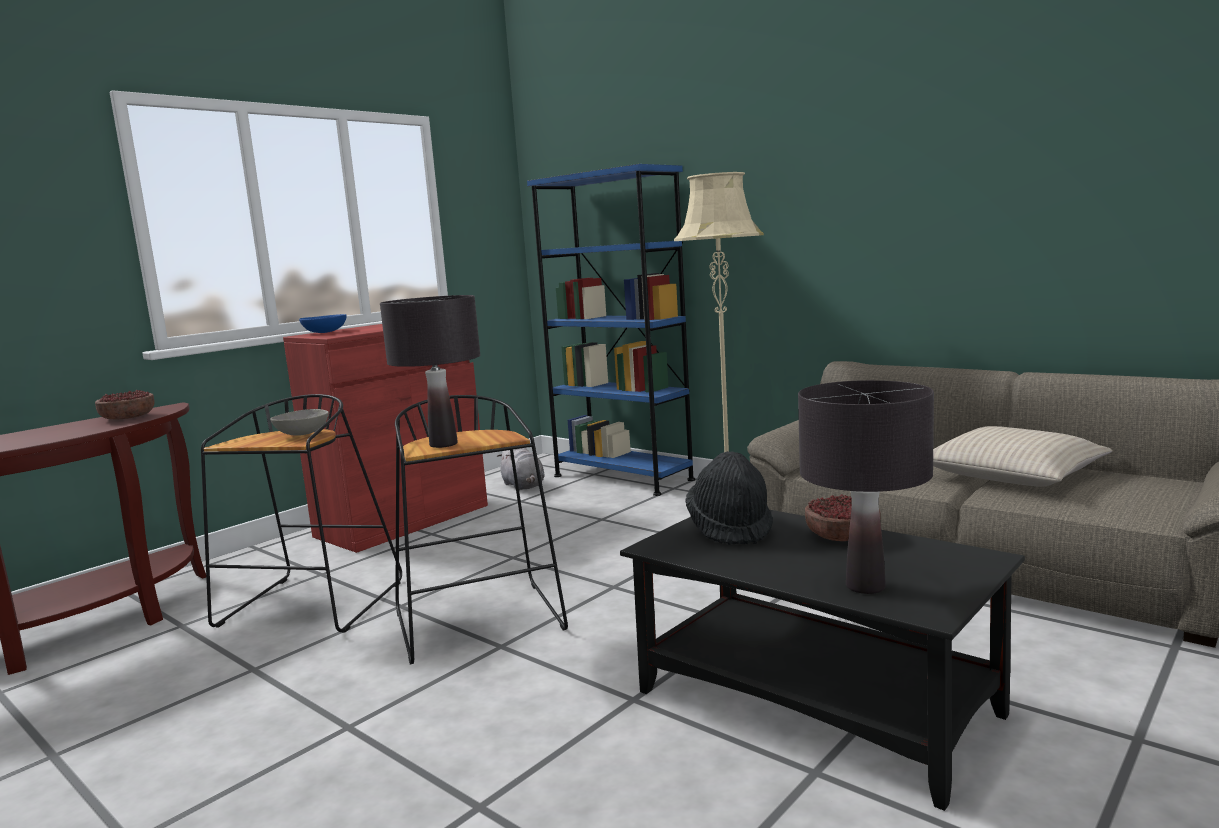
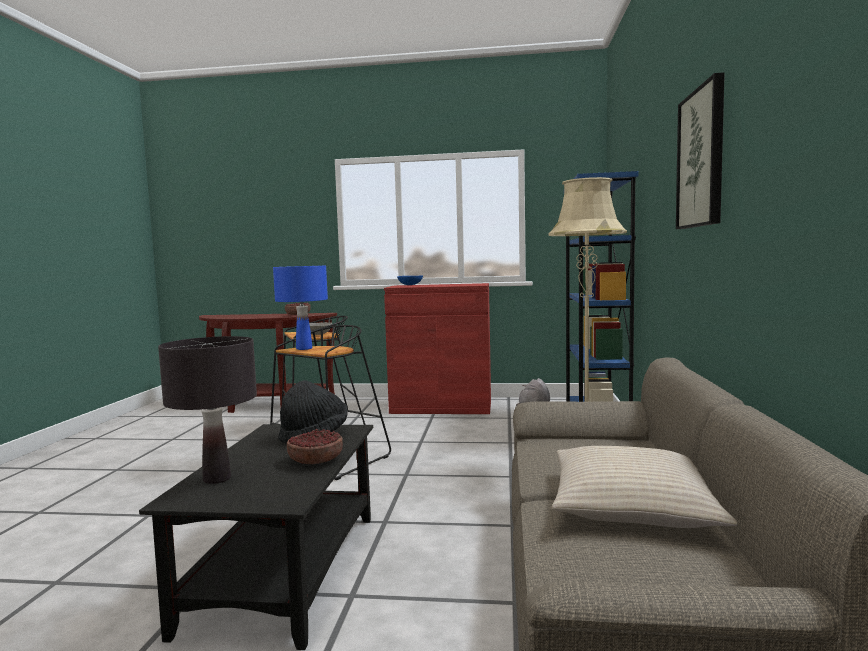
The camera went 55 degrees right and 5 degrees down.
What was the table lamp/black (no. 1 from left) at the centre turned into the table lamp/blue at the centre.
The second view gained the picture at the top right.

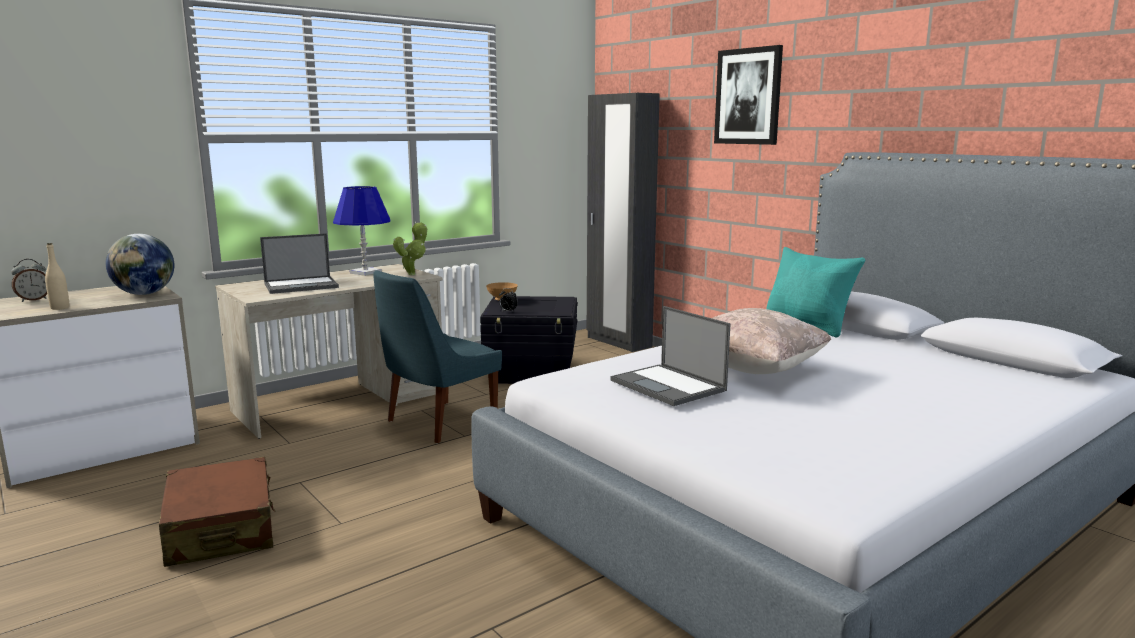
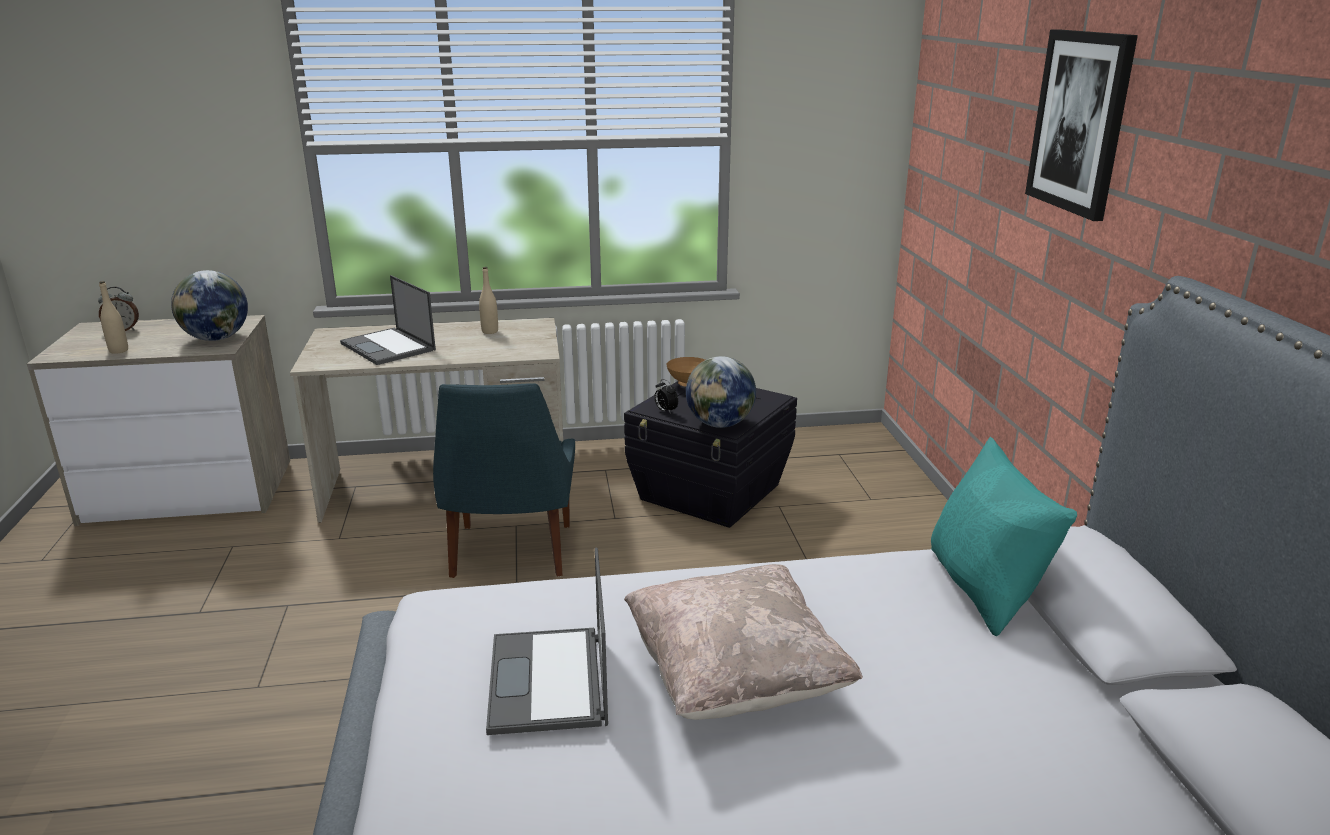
The camera went 30 degrees right and 10 degrees up.
The second view lost the suitcase/brown at the bottom left.
The laptop (no. 1 from left) at the middle left ended up facing another way, 45 degrees clockwise from before.
Where the table lamp/blue stood at the middle left, the bottle/beige (no. 2 from left) came to stand at the centre.
The chair/blue at the centre ended up facing another way, 75 degrees counterclockwise from before.
The second view lost the potted plant at the centre.
The second view lost the wardrobe/black at the centre.
The second view gained the globe (no. 2 from left) at the centre.

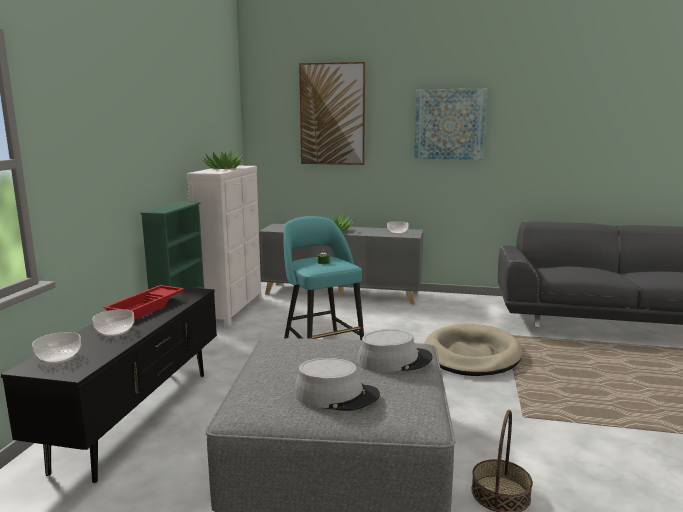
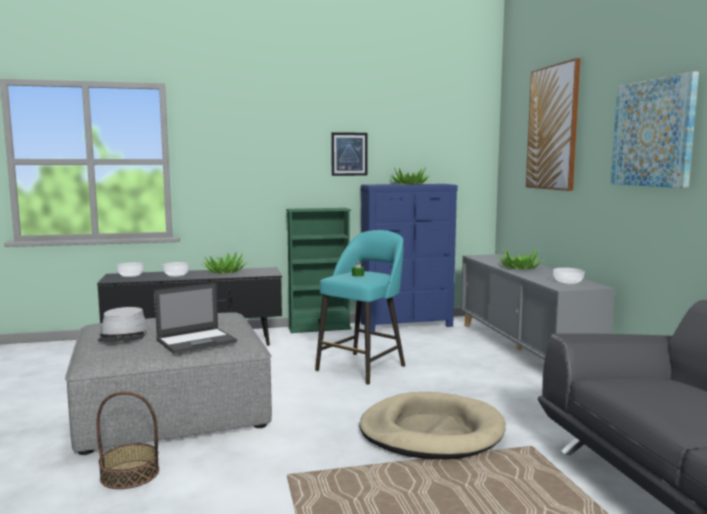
The camera went 65 degrees right and 5 degrees down.
Where the tray/red stood at the middle left, the potted plant (no. 1 from left) came to stand at the middle left.
What was the dresser/white at the middle left turned into the dresser/blue at the centre.
Where the hat/grey (no. 2 from left) stood at the bottom centre, the laptop came to stand at the middle left.
The second view gained the picture (no. 1 from left) at the top centre.

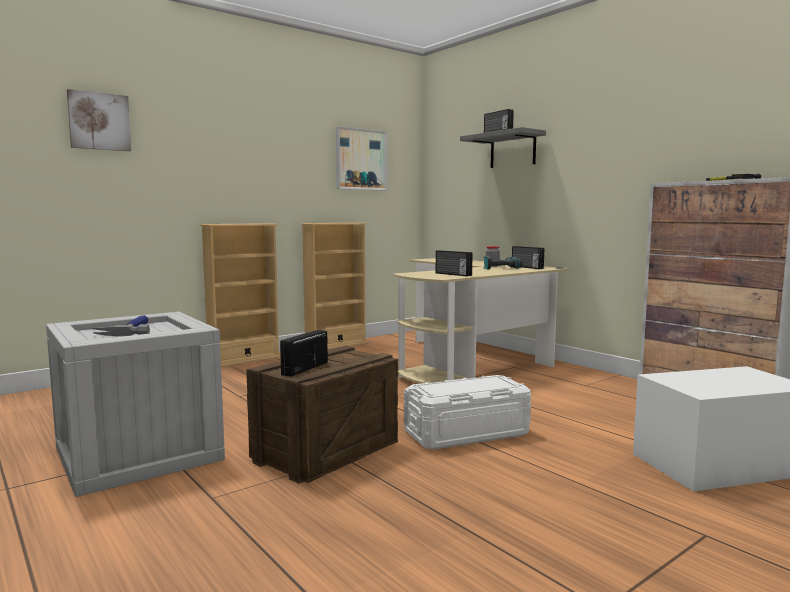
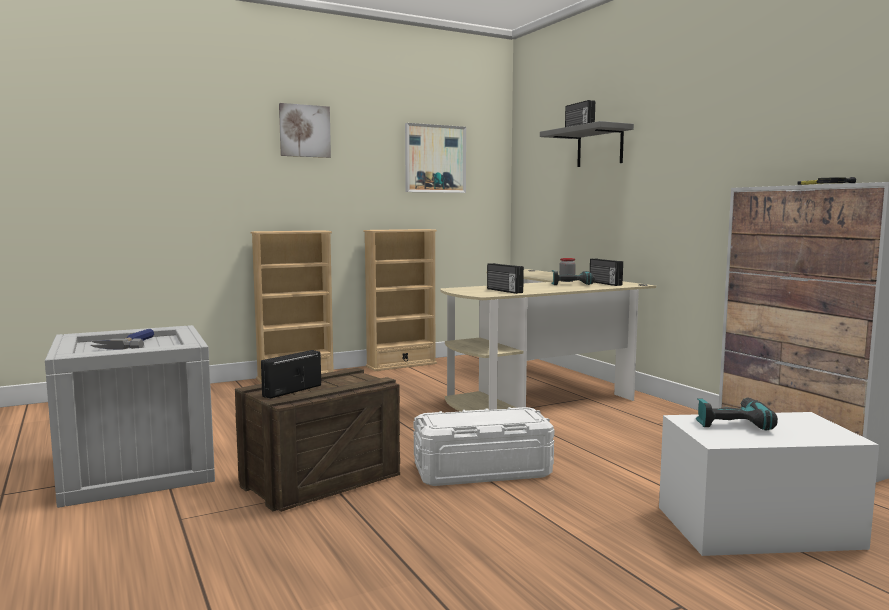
The camera went 10 degrees right and 0 degrees up.
The picture (no. 1 from left) ended up elsewhere, having gone from the top left to the top centre.
The second view gained the power drill (no. 2 from left) at the bottom right.

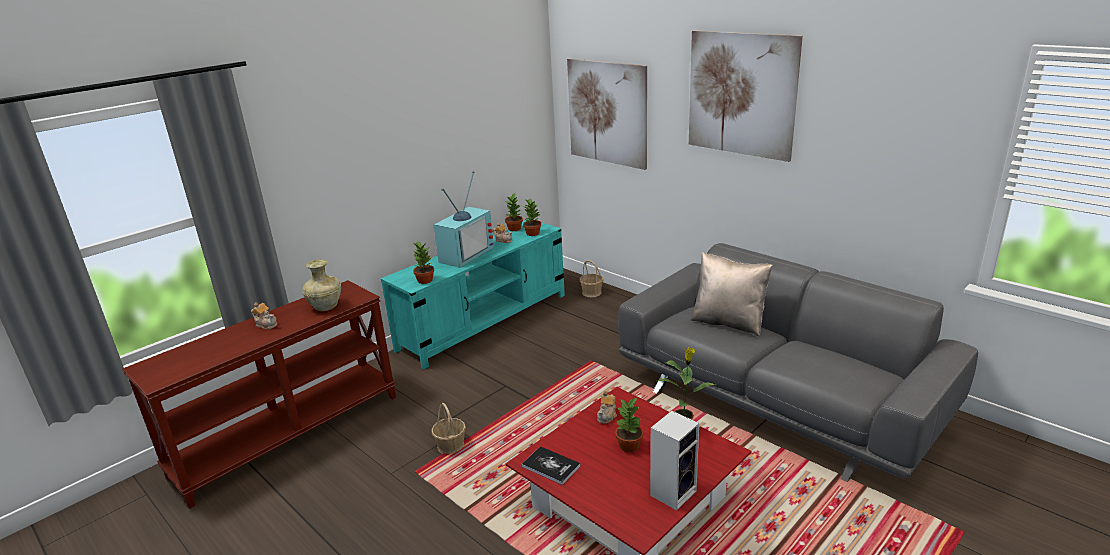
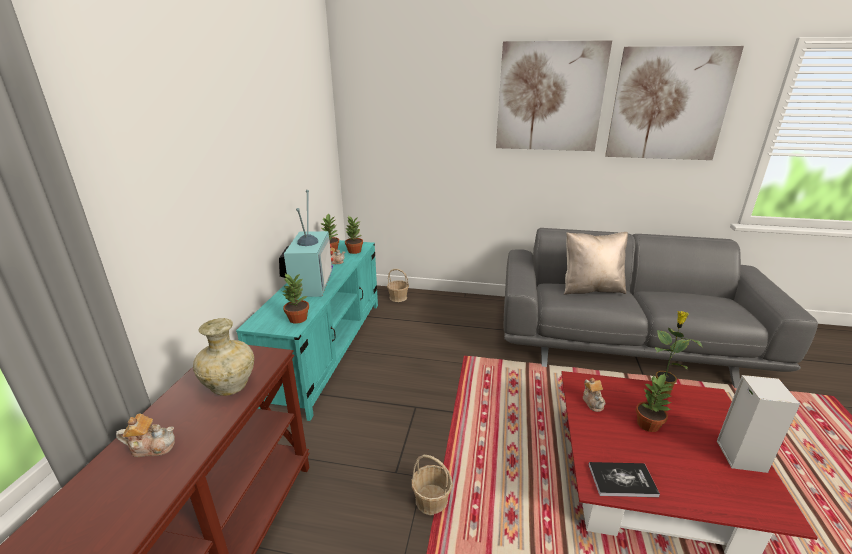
The camera went 35 degrees left and 0 degrees up.
The picture (no. 1 from left in the first image) ended up elsewhere, having gone from the top centre to the top right.

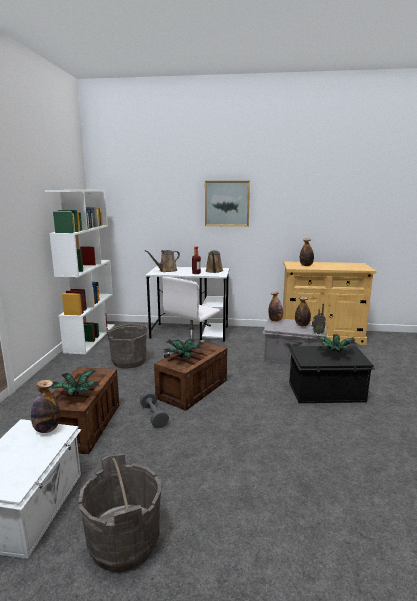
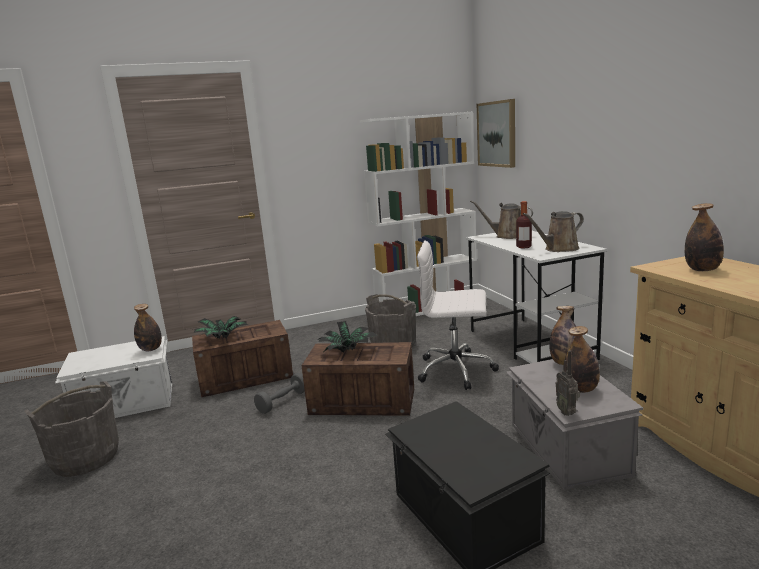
The camera went 65 degrees right and 0 degrees up.
The picture ended up elsewhere, having gone from the centre to the top centre.
The second view lost the potted plant (no. 3 from left) at the middle right.

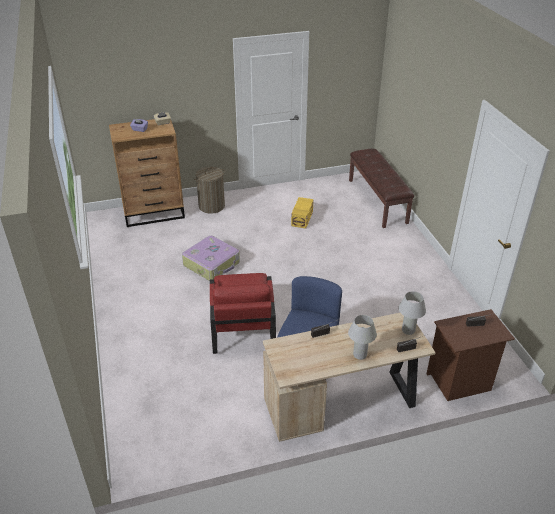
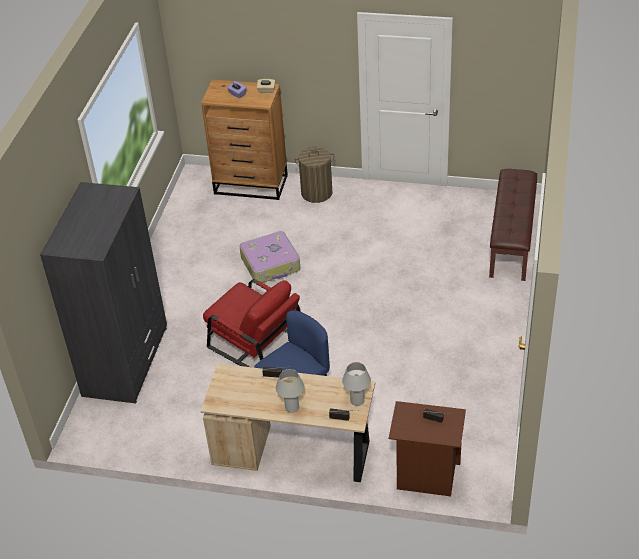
The camera went 30 degrees right and 5 degrees up.
The armchair/red at the centre ended up facing another way, 75 degrees counterclockwise from before.
The second view lost the storage box/yellow at the centre.
The second view gained the wardrobe/grey at the middle left.

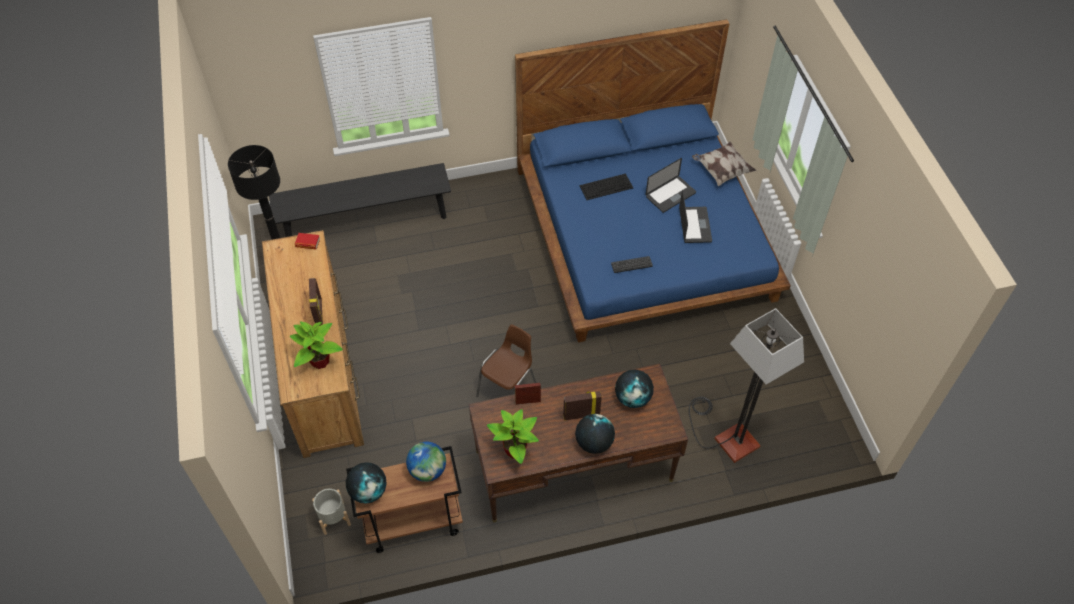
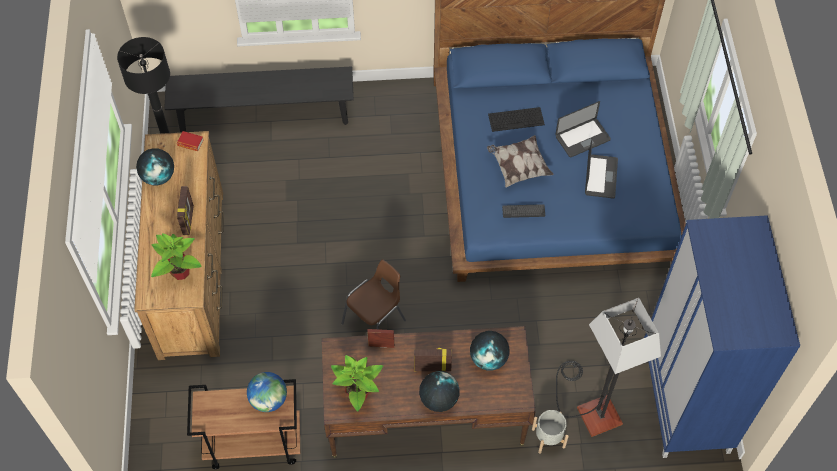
The camera went 10 degrees right and 5 degrees up.
The planter/grey ended up elsewhere, having gone from the bottom left to the bottom centre.
The globe (no. 1 from left) ended up elsewhere, having gone from the bottom centre to the middle left.
The pillow ended up elsewhere, having gone from the top right to the centre.
The second view gained the wardrobe/blue at the bottom right.

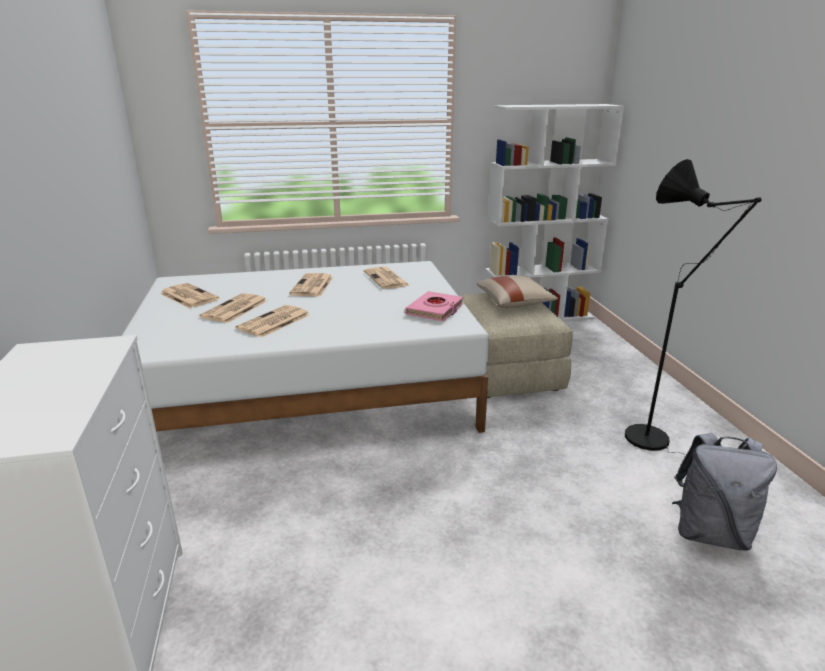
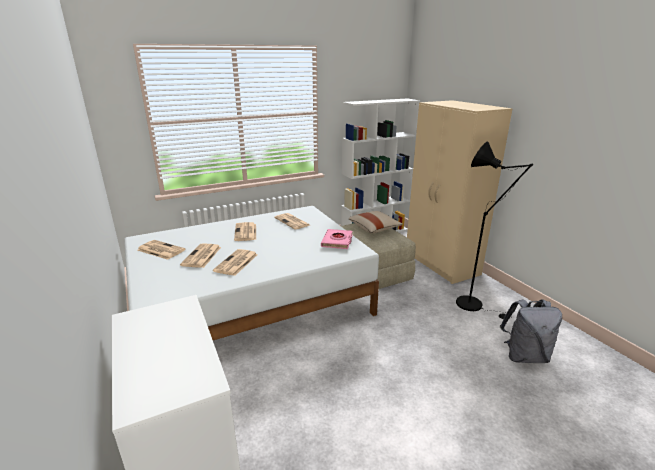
The camera went 15 degrees left and 0 degrees up.
The second view gained the wardrobe/beige at the middle right.

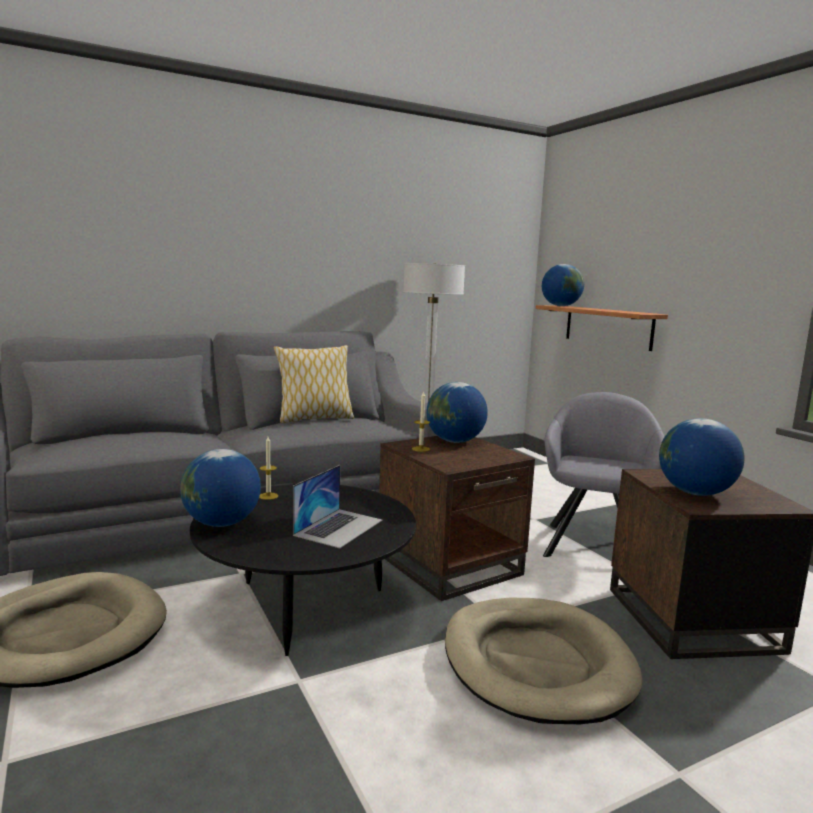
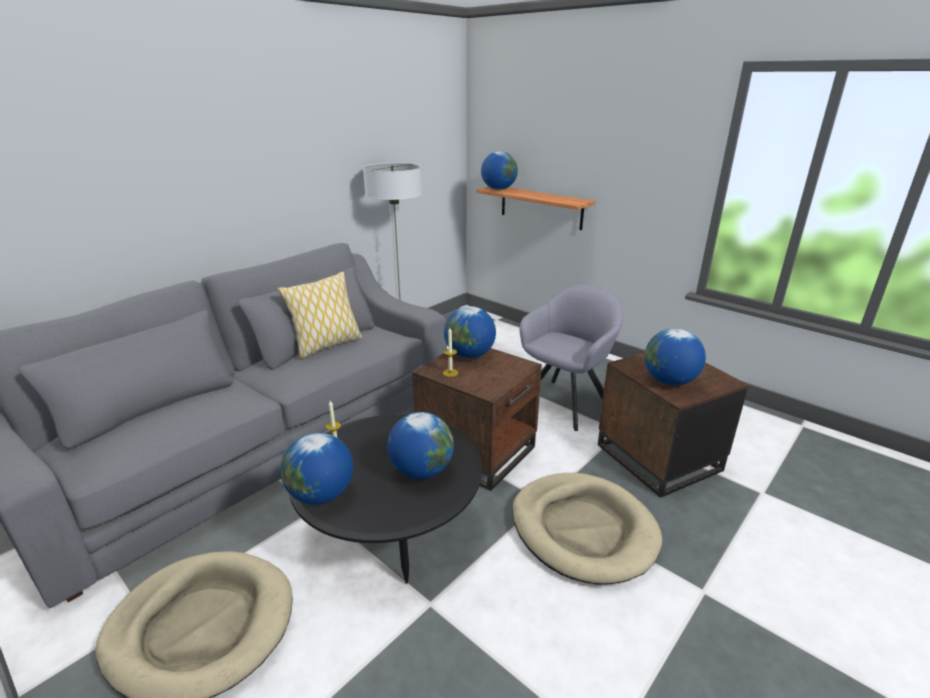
The camera went 20 degrees left and 15 degrees up.
Where the laptop stood at the centre, the globe (no. 2 from left) came to stand at the centre.
The armchair/grey at the middle right ended up facing another way, 45 degrees clockwise from before.

